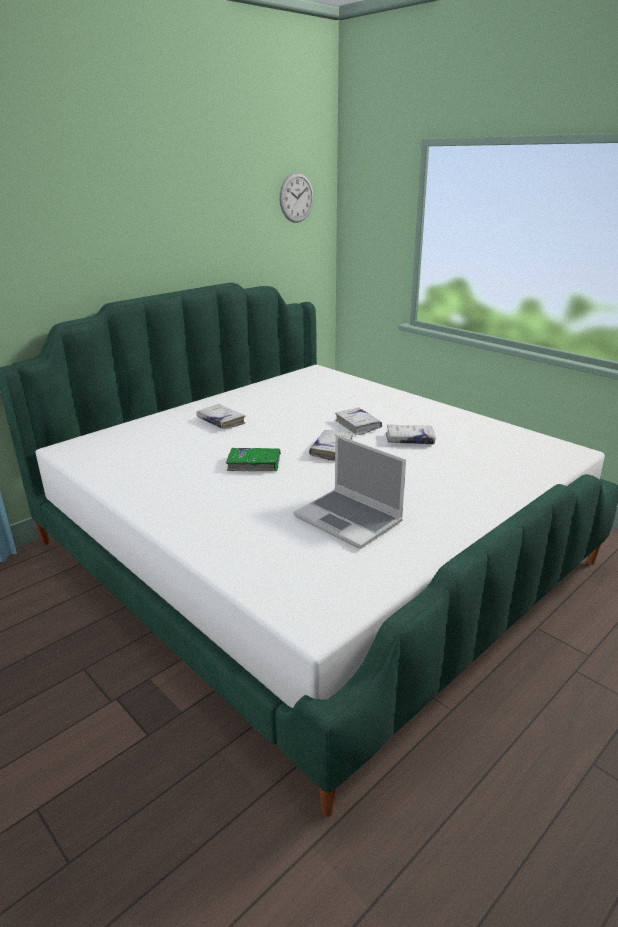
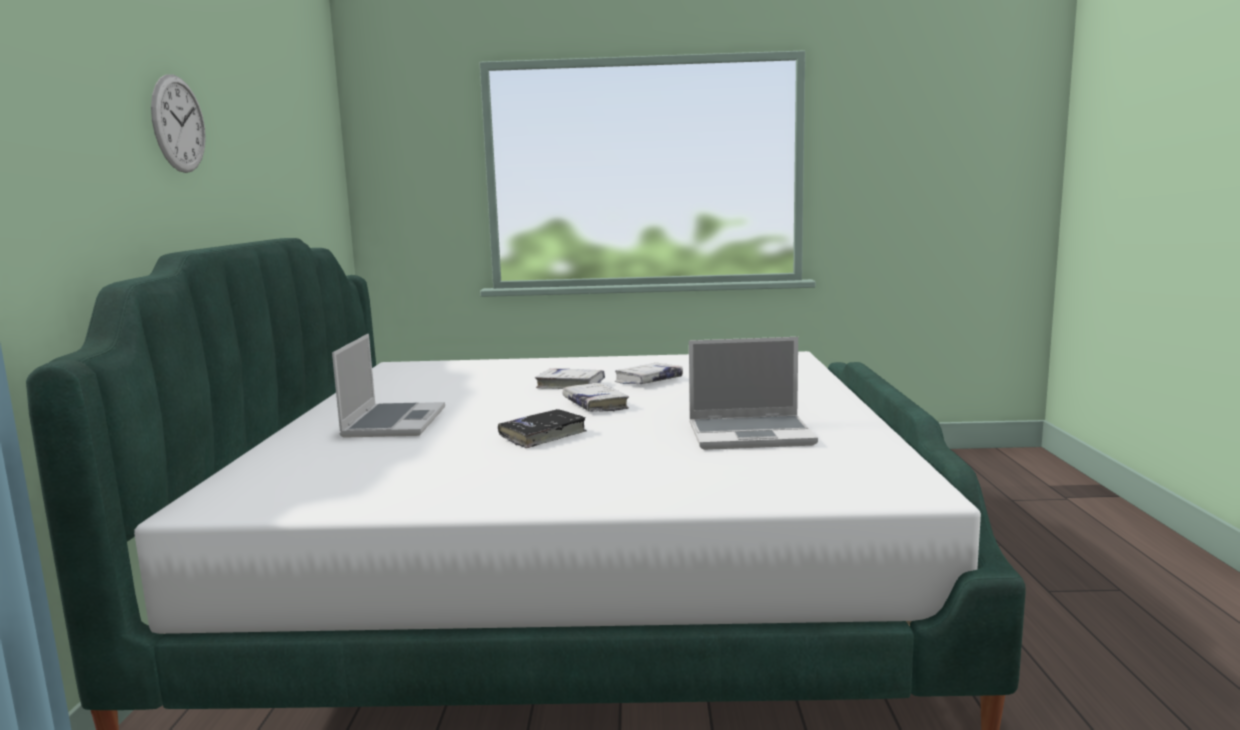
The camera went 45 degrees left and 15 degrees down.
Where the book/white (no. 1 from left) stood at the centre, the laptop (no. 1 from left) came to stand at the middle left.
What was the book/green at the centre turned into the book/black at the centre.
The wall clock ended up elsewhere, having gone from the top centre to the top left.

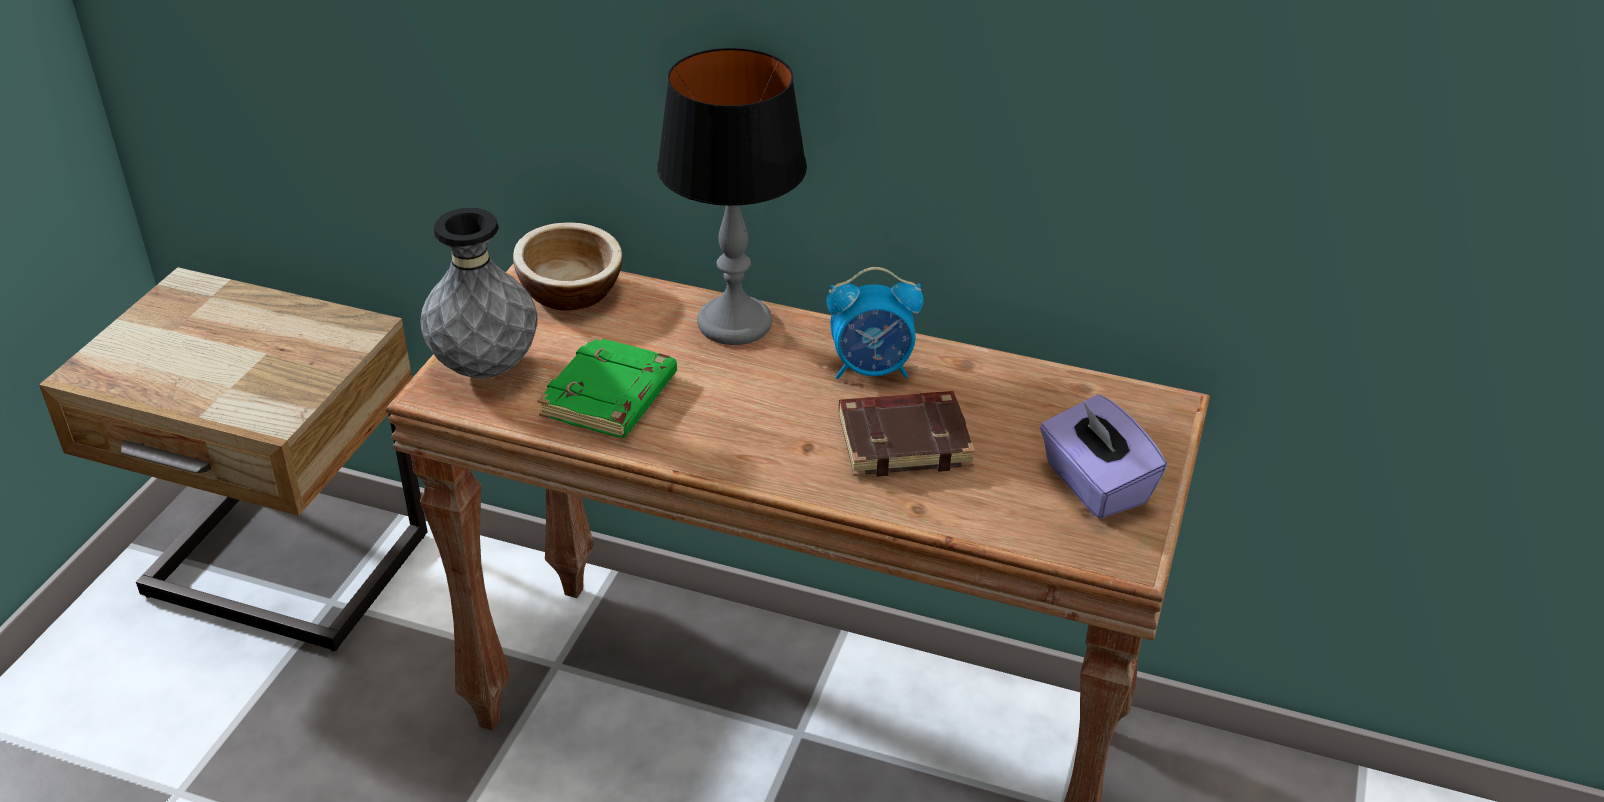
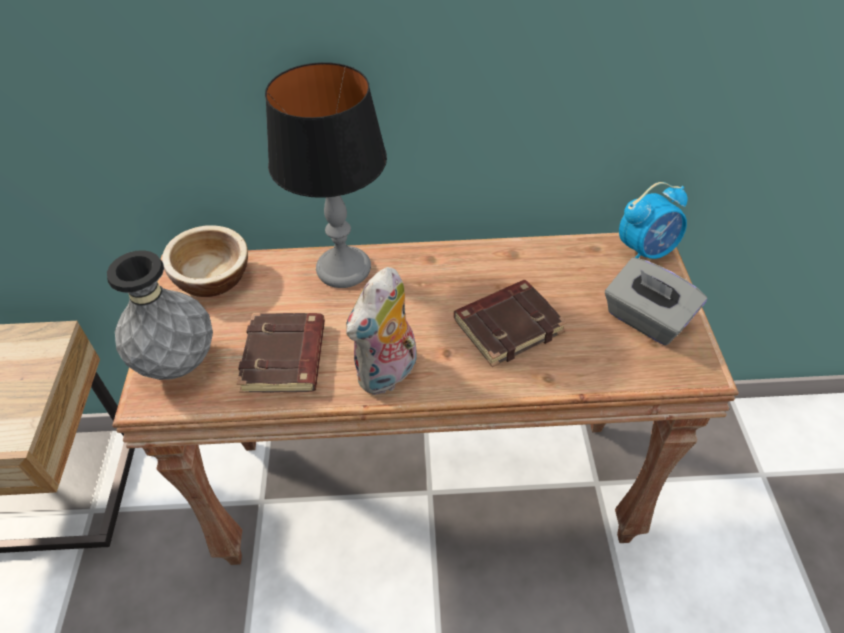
The camera went 20 degrees left and 10 degrees up.
What was the book/green at the centre turned into the book/brown (no. 1 from left) at the middle left.
The alarm clock ended up elsewhere, having gone from the centre to the middle right.
What was the tissue box/purple at the middle right turned into the tissue box/grey at the middle right.
The second view gained the plush toy at the centre.

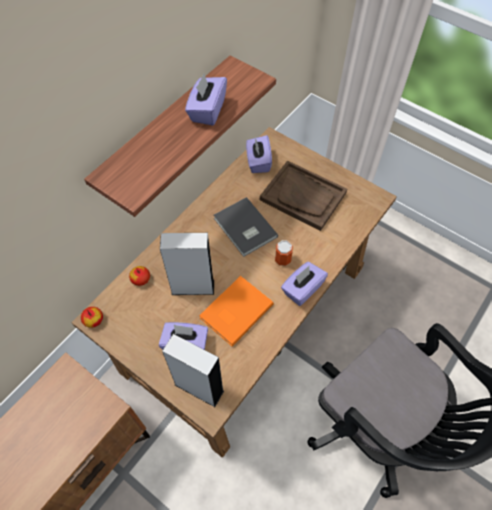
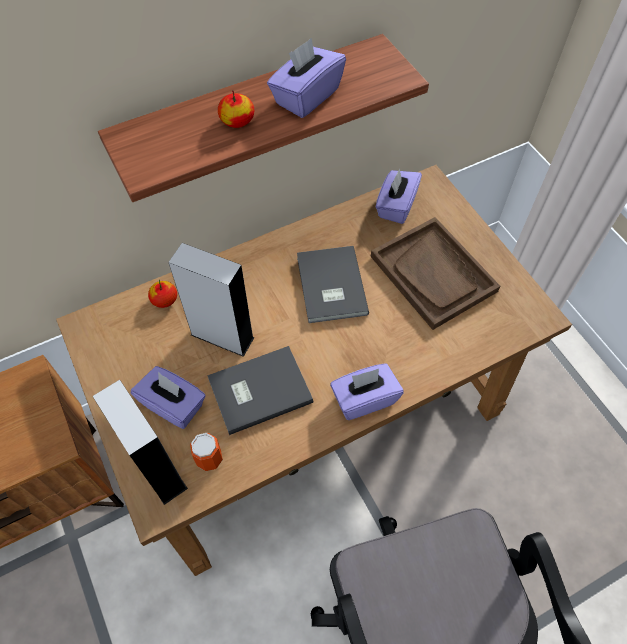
The camera went 25 degrees right and 0 degrees up.
The apple (no. 1 from left in the first image) ended up elsewhere, having gone from the middle left to the top centre.
What was the book/orange at the centre turned into the book/grey (no. 1 from left) at the centre.
The can ended up elsewhere, having gone from the centre to the bottom left.

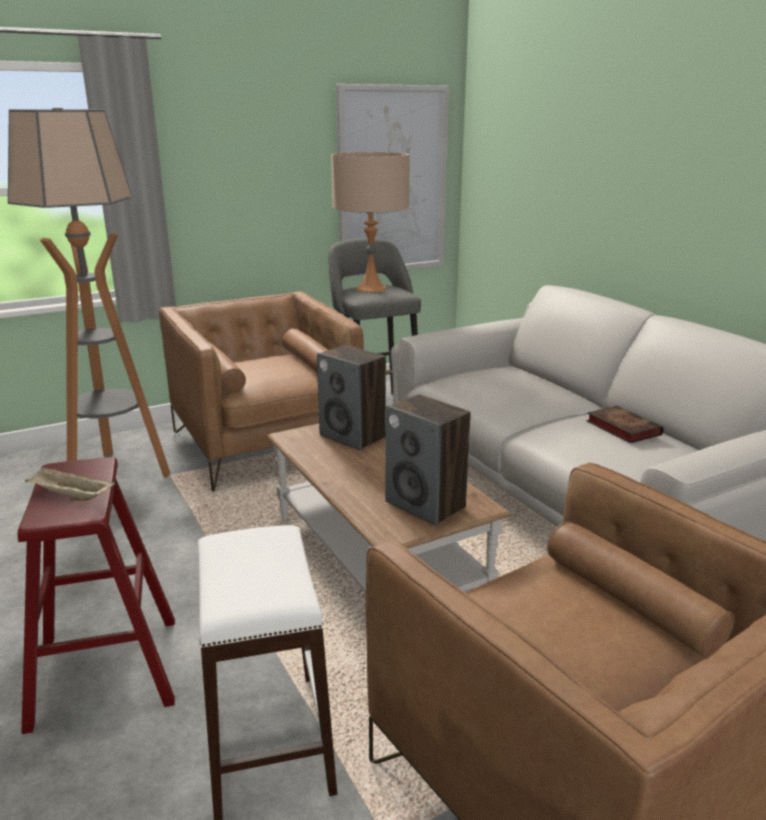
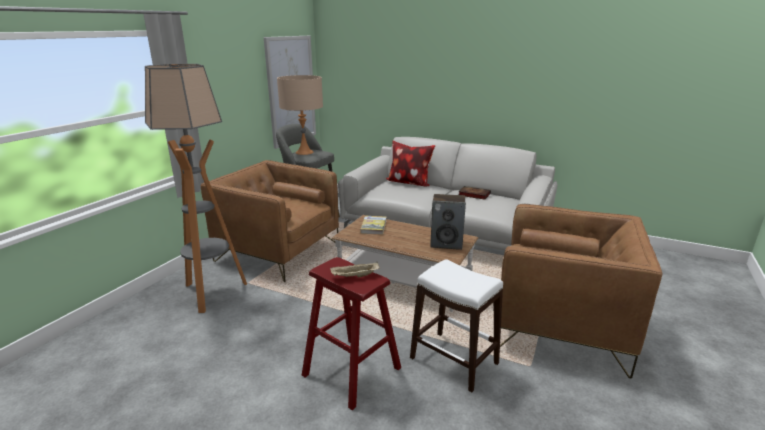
The camera went 35 degrees left and 0 degrees up.
Where the speaker (no. 1 from left) stood at the centre, the book (no. 1 from left) came to stand at the centre.
The second view gained the pillow at the centre.

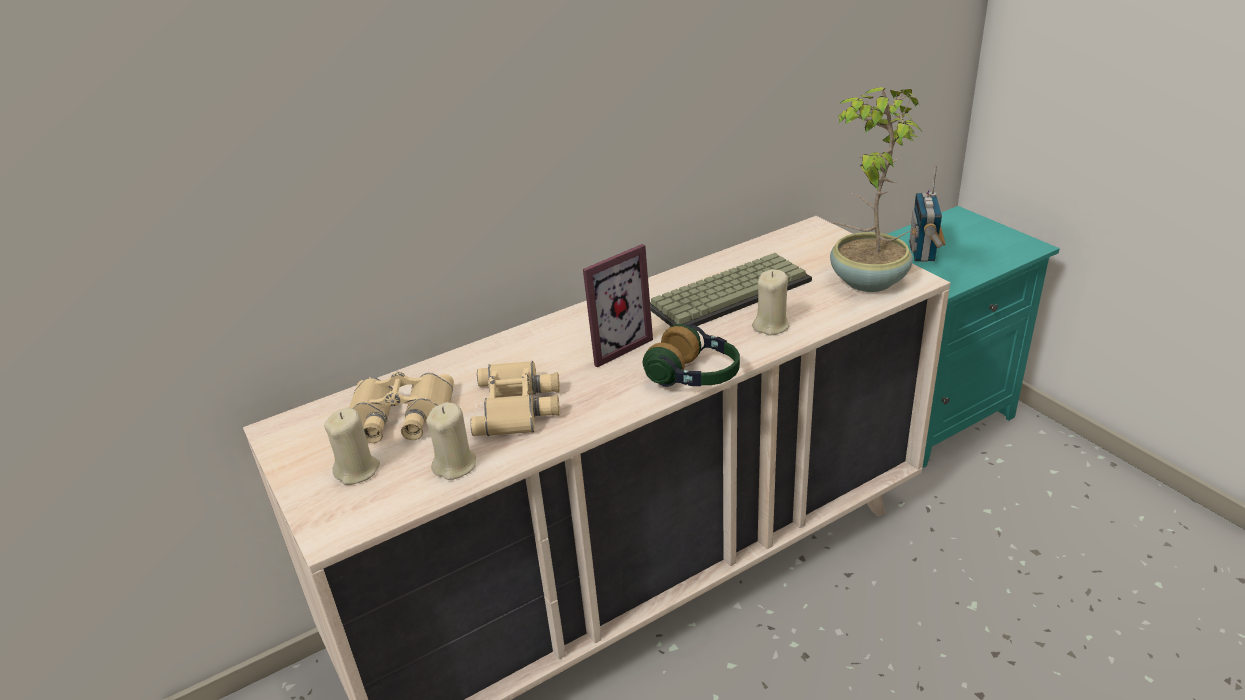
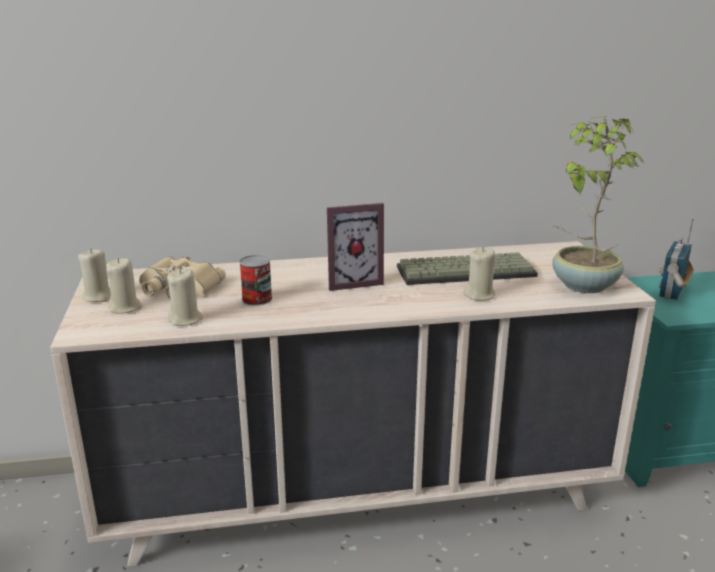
The camera went 20 degrees right and 10 degrees down.
Where the binoculars/beige (no. 2 from left) stood at the centre, the can came to stand at the centre.
The second view lost the headphones at the centre.
The second view gained the candle/beige (no. 1 from left) at the middle left.

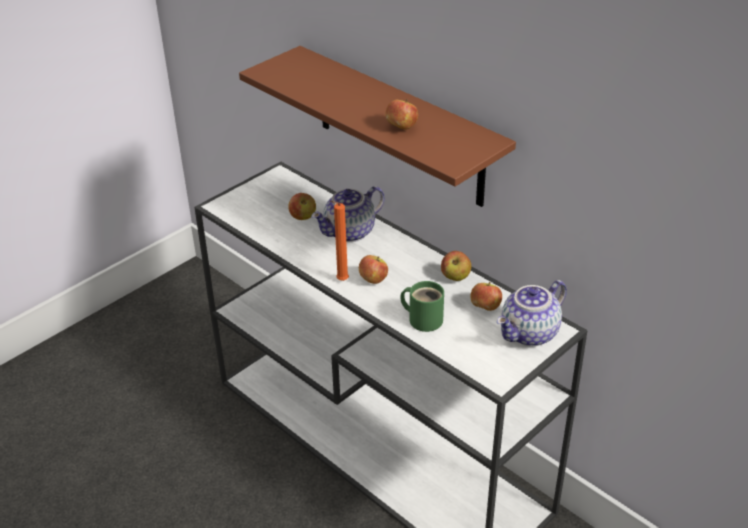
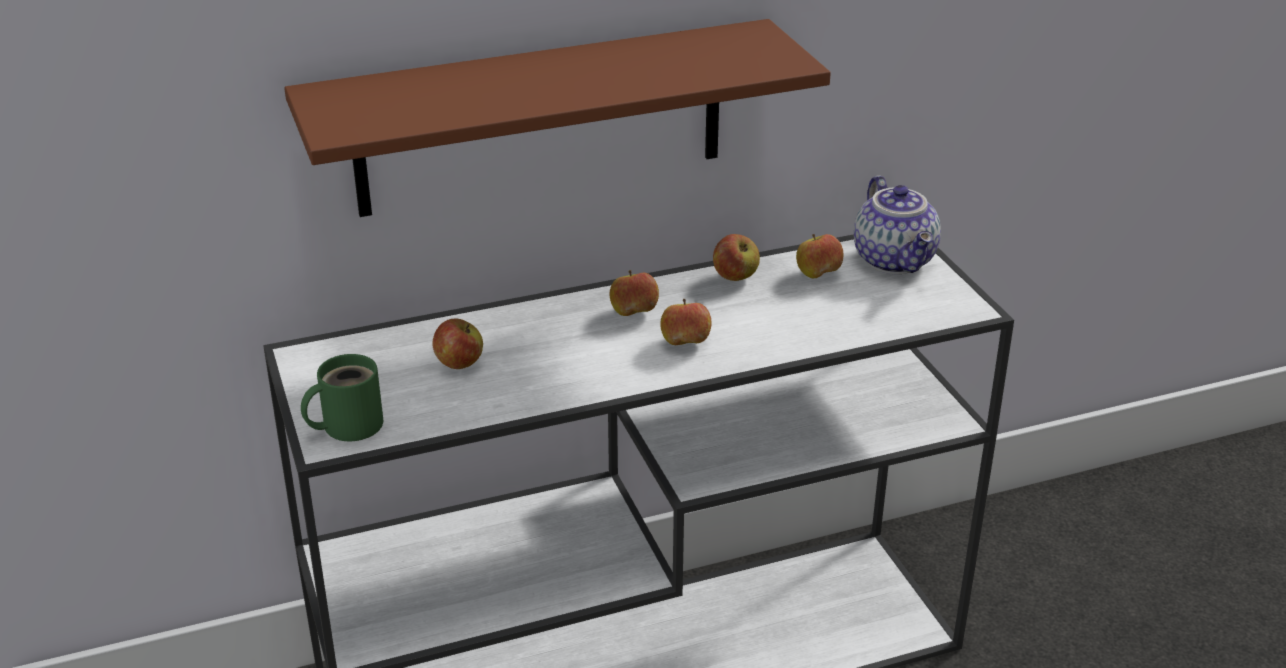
The camera went 65 degrees left and 5 degrees down.
The second view lost the teapot (no. 1 from left) at the centre.
The second view lost the candle/orange at the centre.
The apple (no. 3 from left in the first image) ended up elsewhere, having gone from the top centre to the centre.
The mug/green ended up elsewhere, having gone from the centre to the middle left.

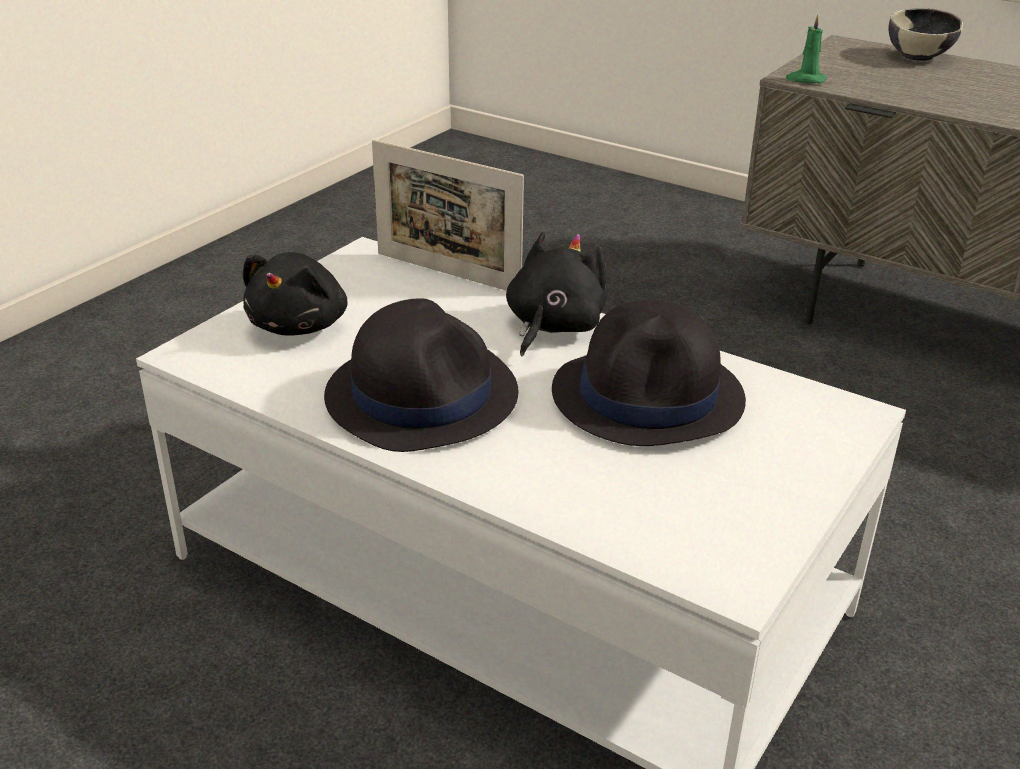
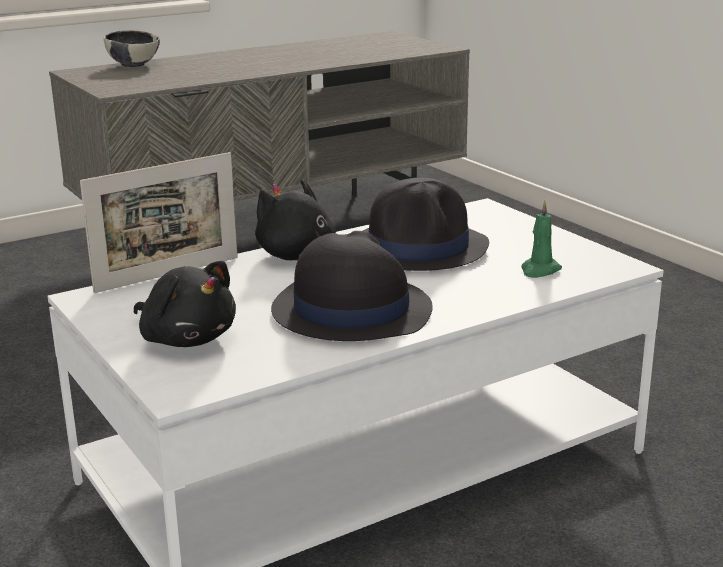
The camera went 65 degrees left and 10 degrees down.
The candle/green ended up elsewhere, having gone from the top right to the middle right.

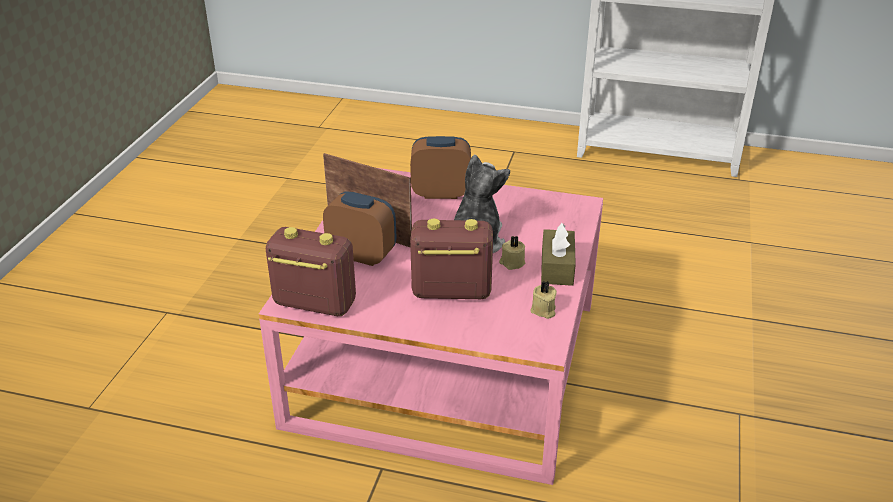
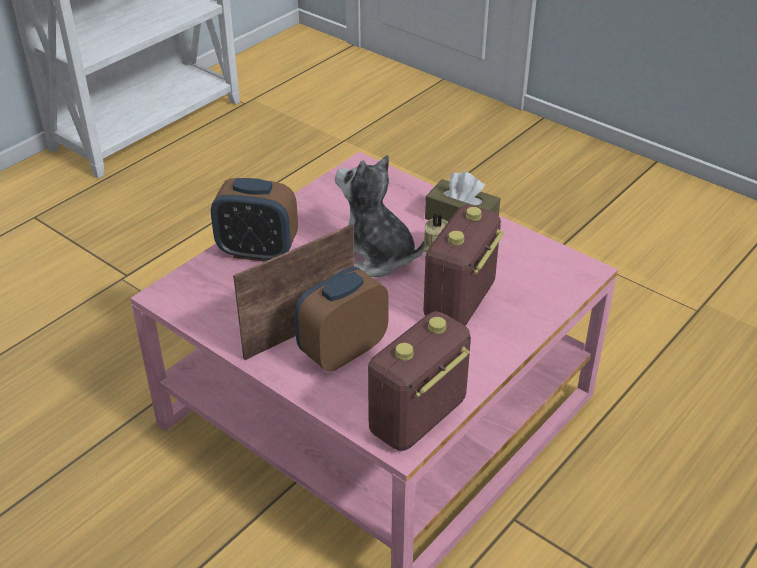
The camera went 65 degrees left and 5 degrees up.
The alarm clock (no. 2 from left in the first image) at the top centre ended up facing another way, 105 degrees counterclockwise from before.
The second view lost the candle/beige (no. 2 from left) at the centre.

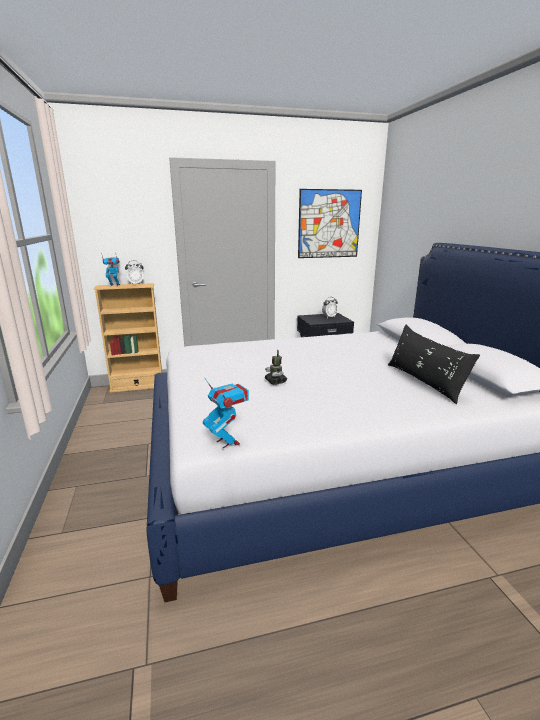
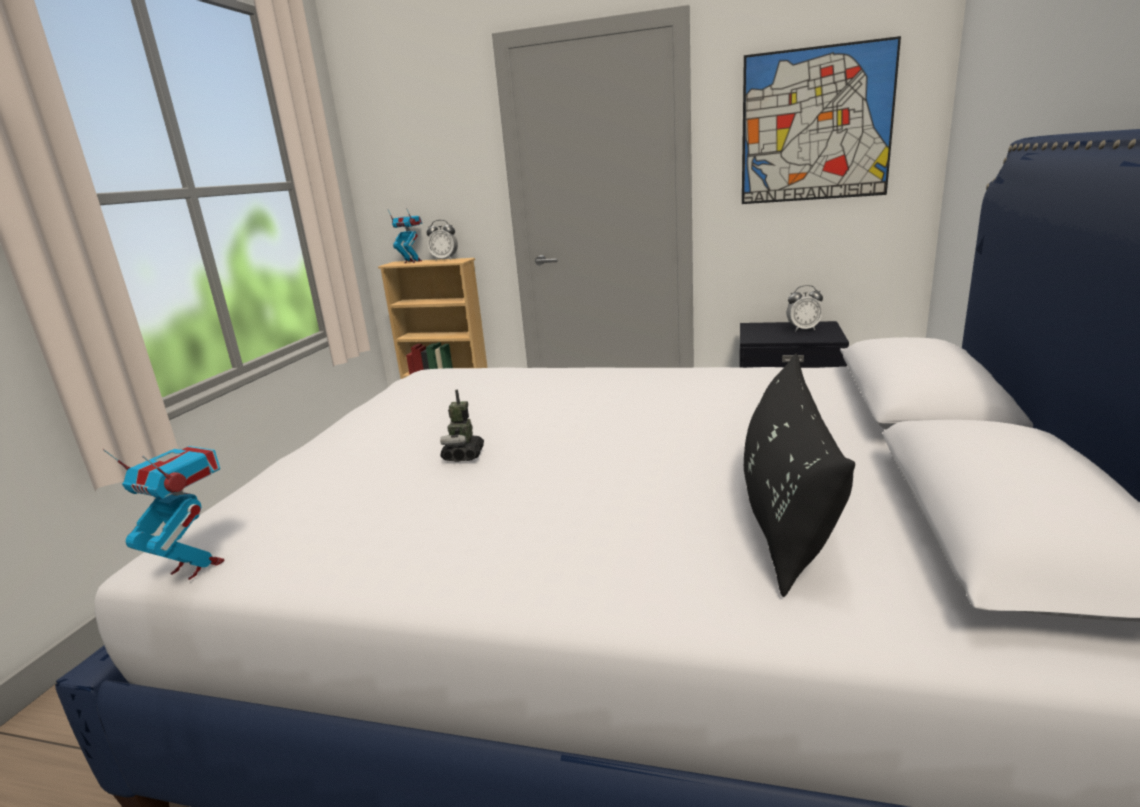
The camera went 30 degrees right and 0 degrees up.
The toy robot (no. 2 from left in the first image) at the centre ended up facing another way, 60 degrees counterclockwise from before.

